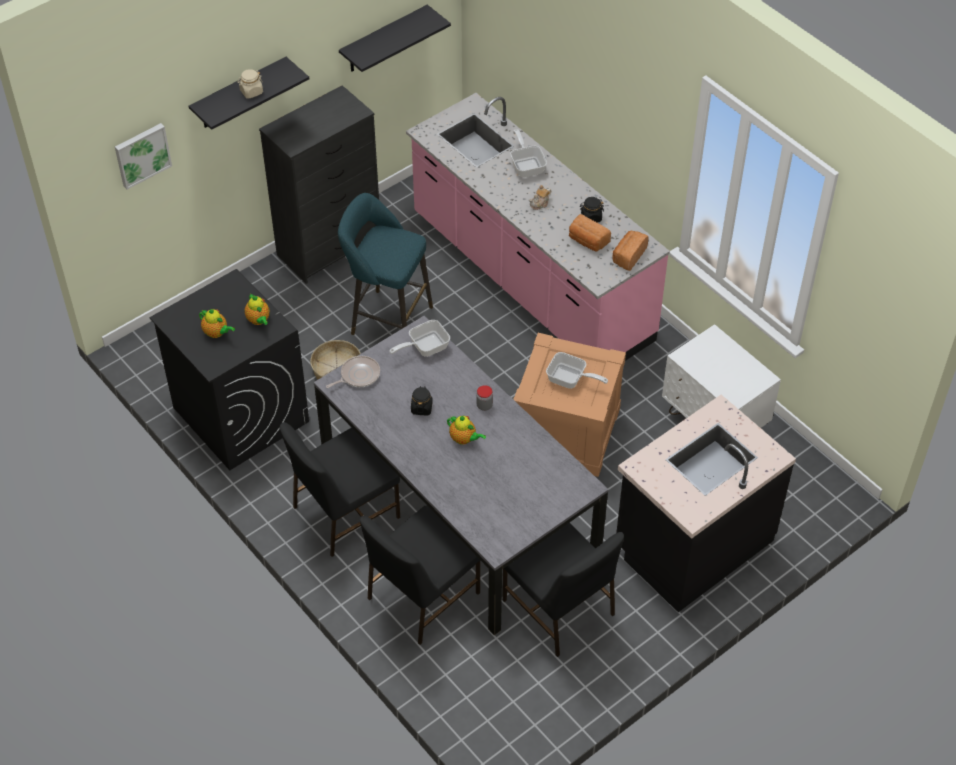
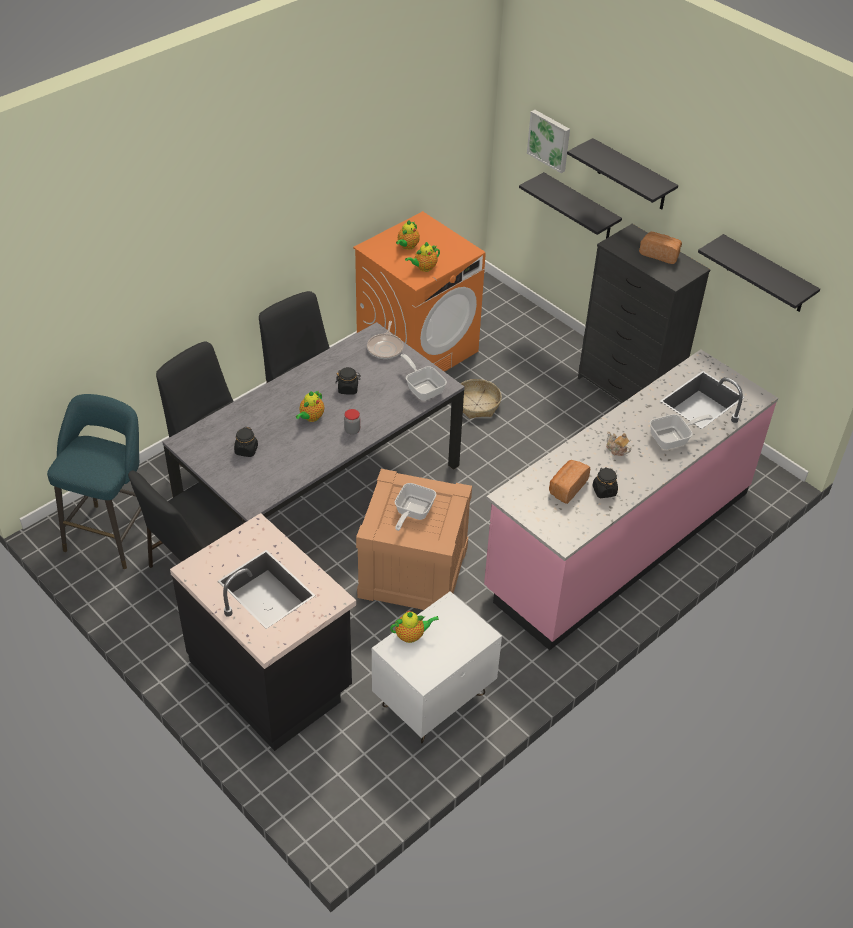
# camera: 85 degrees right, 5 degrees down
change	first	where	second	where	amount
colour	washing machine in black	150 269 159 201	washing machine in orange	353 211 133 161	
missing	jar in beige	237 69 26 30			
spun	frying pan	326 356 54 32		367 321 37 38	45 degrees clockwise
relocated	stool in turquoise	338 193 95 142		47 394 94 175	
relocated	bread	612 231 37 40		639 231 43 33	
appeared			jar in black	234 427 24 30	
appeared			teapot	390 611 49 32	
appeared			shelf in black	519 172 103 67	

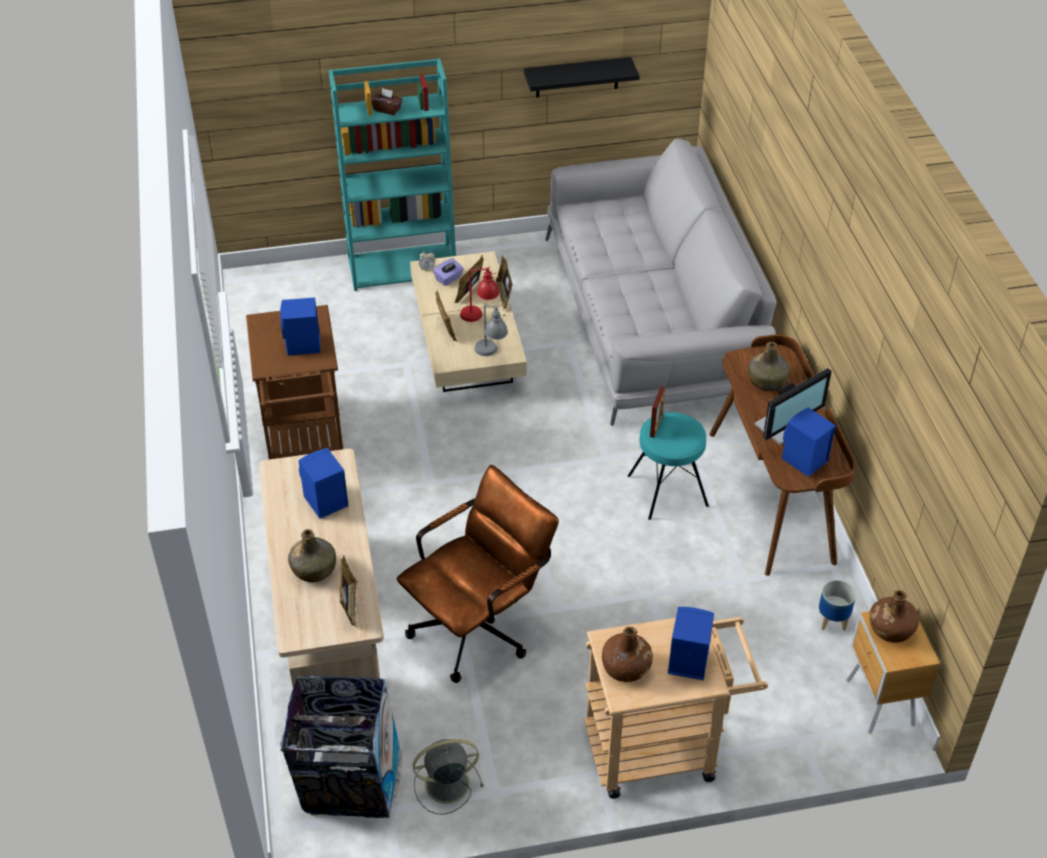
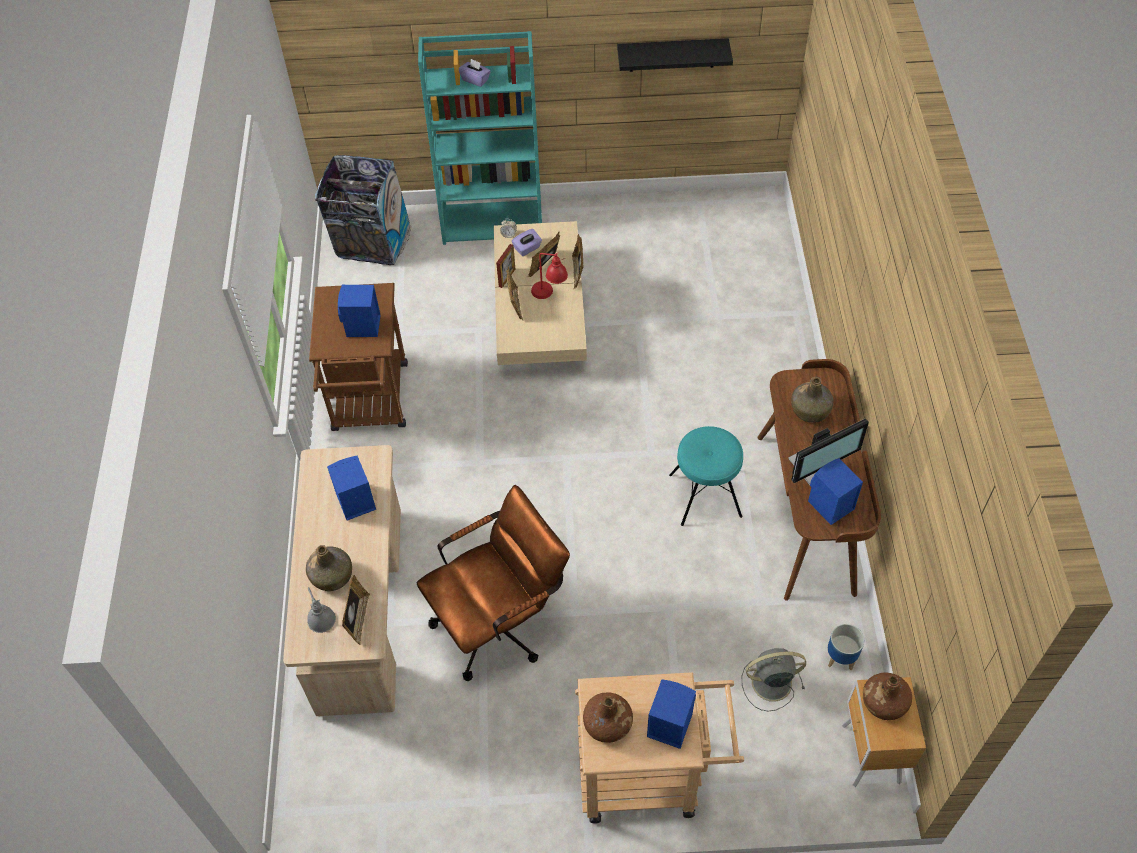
# camera: 10 degrees right, 10 degrees up
change	first	where	second	where	amount
relocated	trash can	280 676 122 142		315 155 97 110	
colour	tissue box in brown	371 88 32 27	tissue box in purple	459 59 32 28	
relocated	fan in grey	413 739 71 76		742 648 64 63	
relocated	table lamp in grey	474 304 34 52		307 587 29 46	
missing	sofa in grey	545 139 231 287			
relocated	picture frame	650 386 15 52		496 244 19 44	

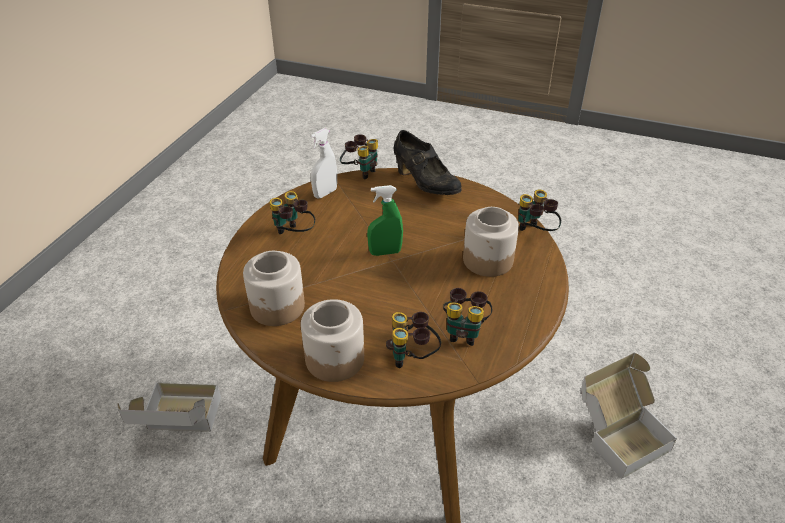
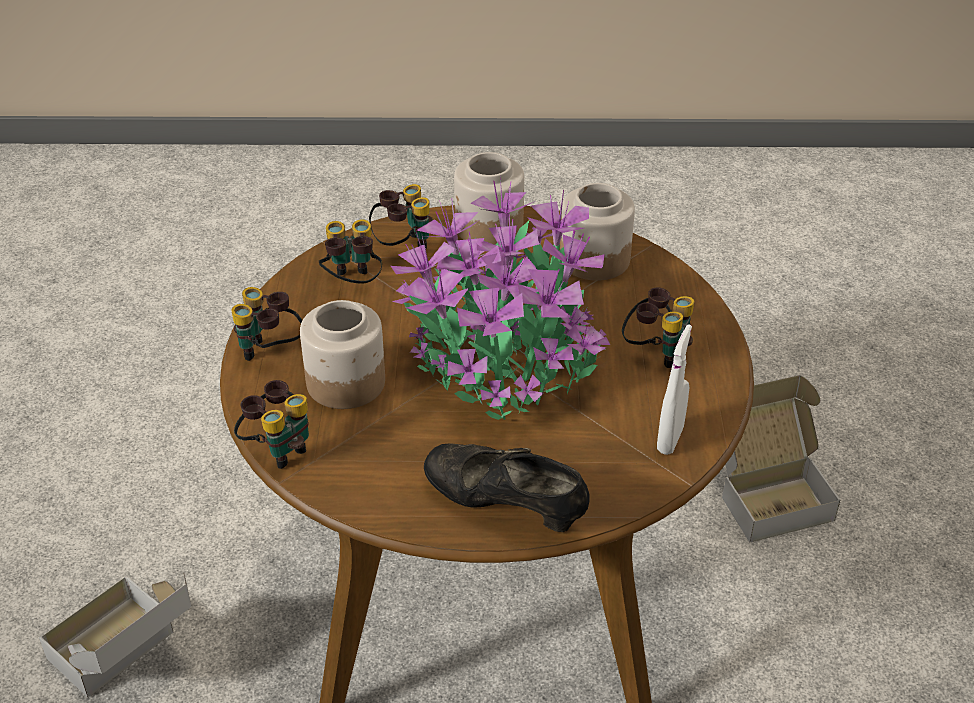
# camera: 160 degrees right, 0 degrees up
change	first	where	second	where	amount
relocated	binoculars	340 134 38 45		231 287 71 74	
exchanged	spray bottle in green	367 185 36 71	potted plant	391 177 219 243	

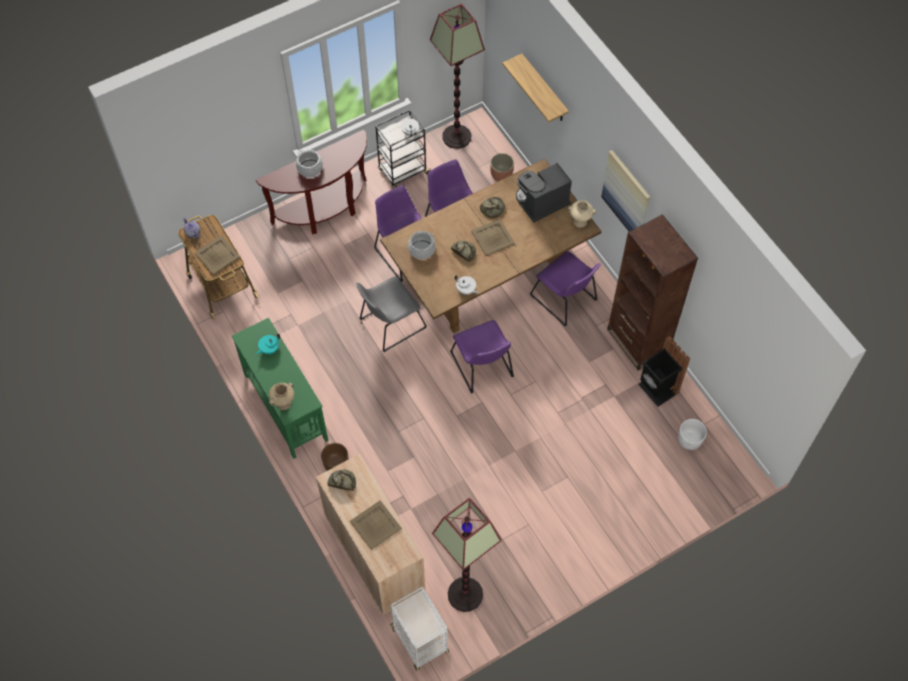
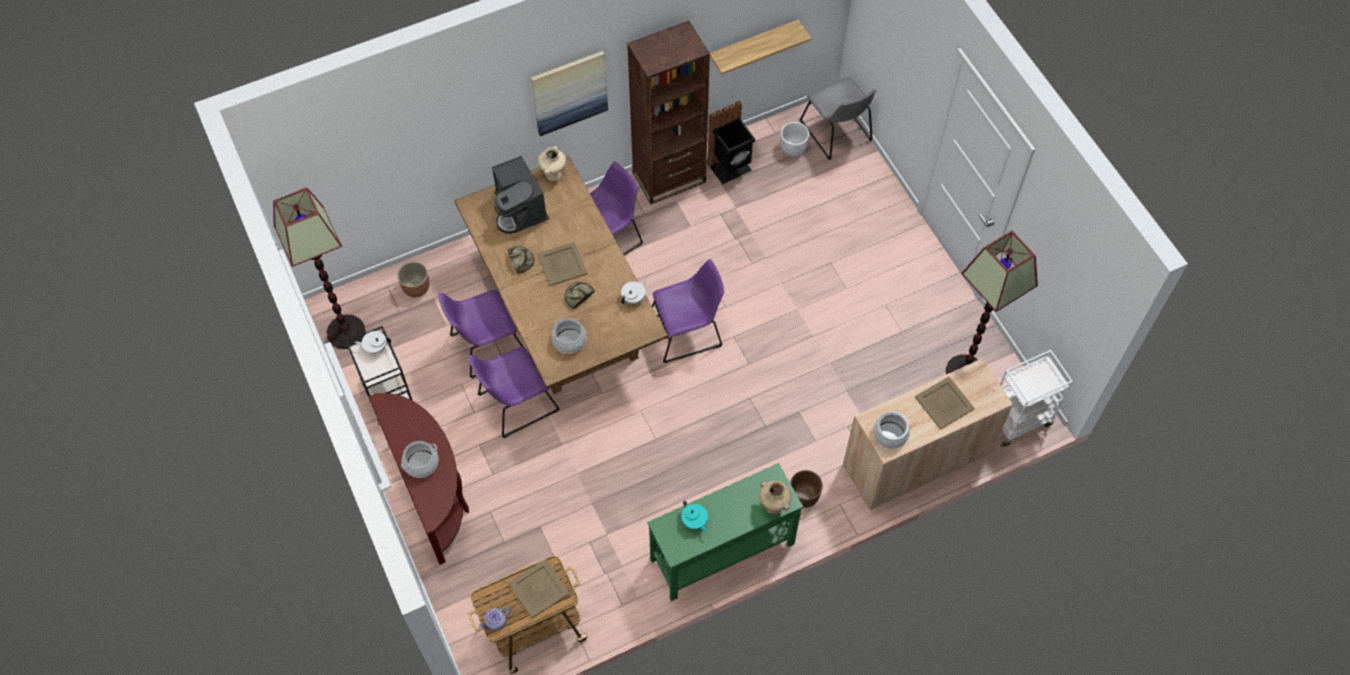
# camera: 85 degrees left, 0 degrees up
change	first	where	second	where	amount
exchanged	bread	328 469 28 22	cooking pot	873 410 37 39	
relocated	chair in grey	356 277 71 75		800 77 77 83	
relocated	shelf	502 54 67 68		710 19 101 55	

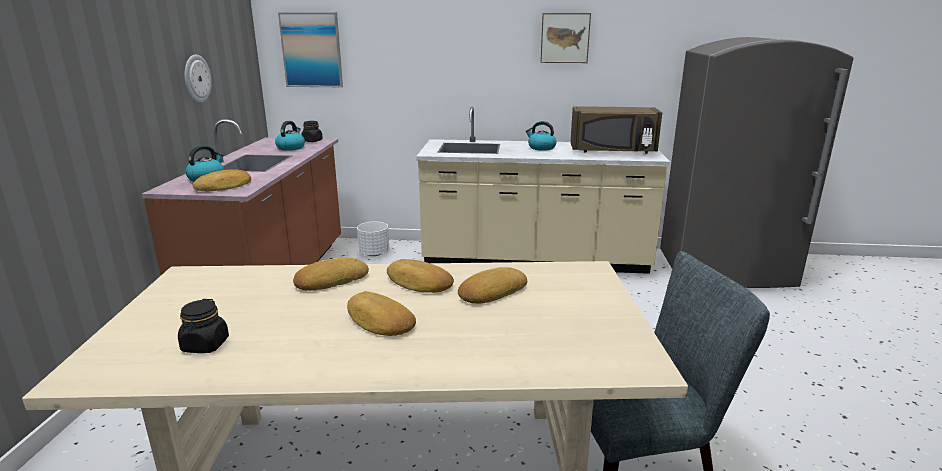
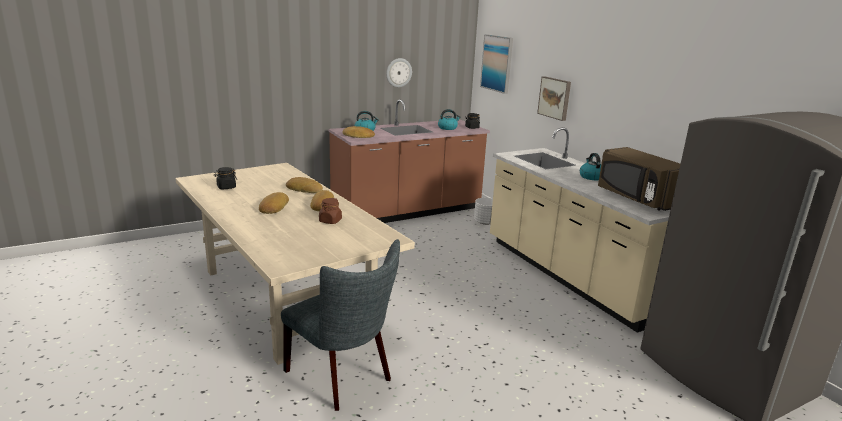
# camera: 55 degrees right, 0 degrees up
change	first	where	second	where	amount
exchanged	bread	458 267 69 37	jar in brown	319 198 23 26	
relocated	picture	540 13 51 50		537 76 34 45	

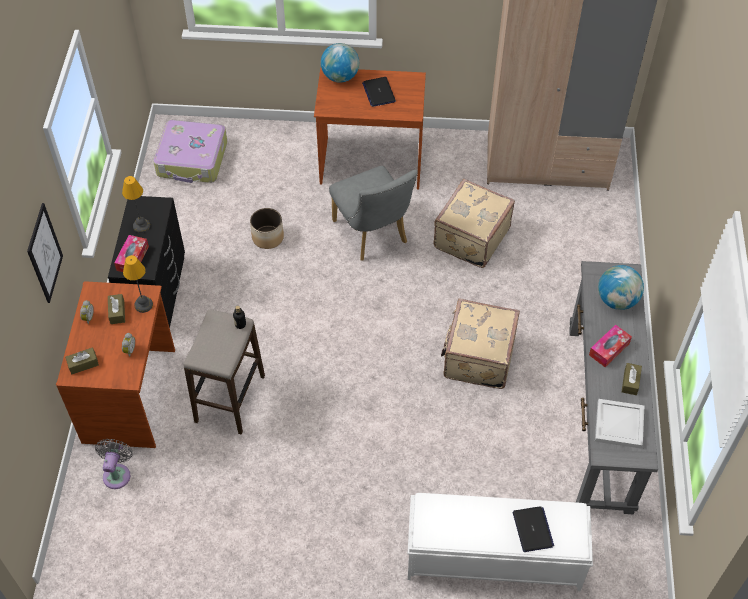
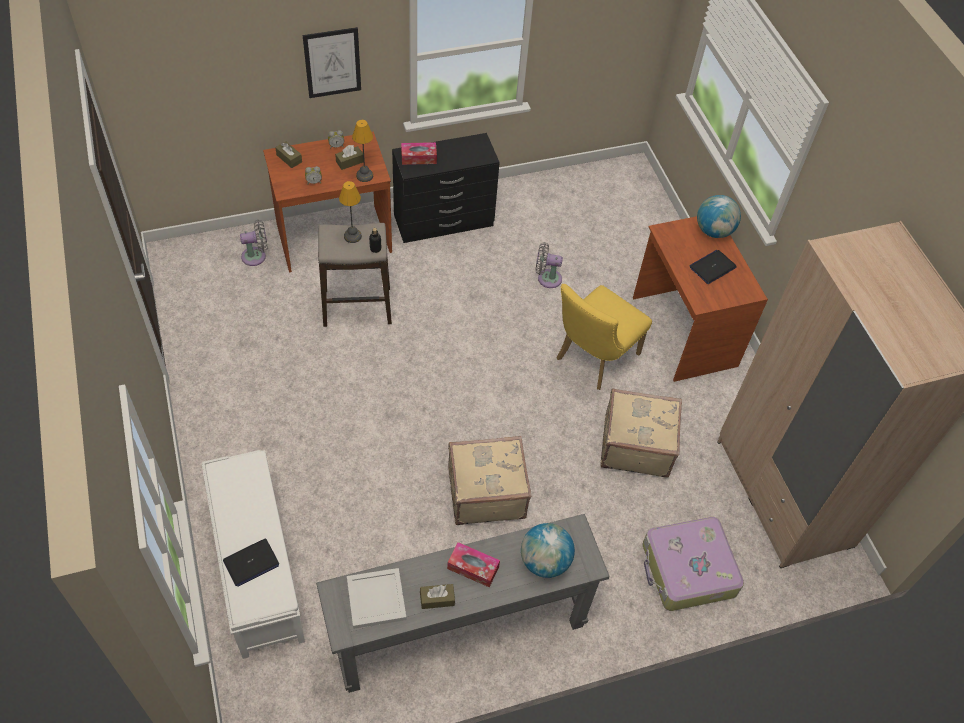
# camera: 65 degrees right, 0 degrees up
change	first	where	second	where	amount
relocated	table lamp	122 176 28 57		339 181 23 62	
relocated	suitcase	153 120 74 63		643 517 101 94	
exchanged	planter	250 208 34 41	fan in grey	536 242 27 46	
colour	chair in grey	329 166 89 95	chair in yellow	557 284 95 106	

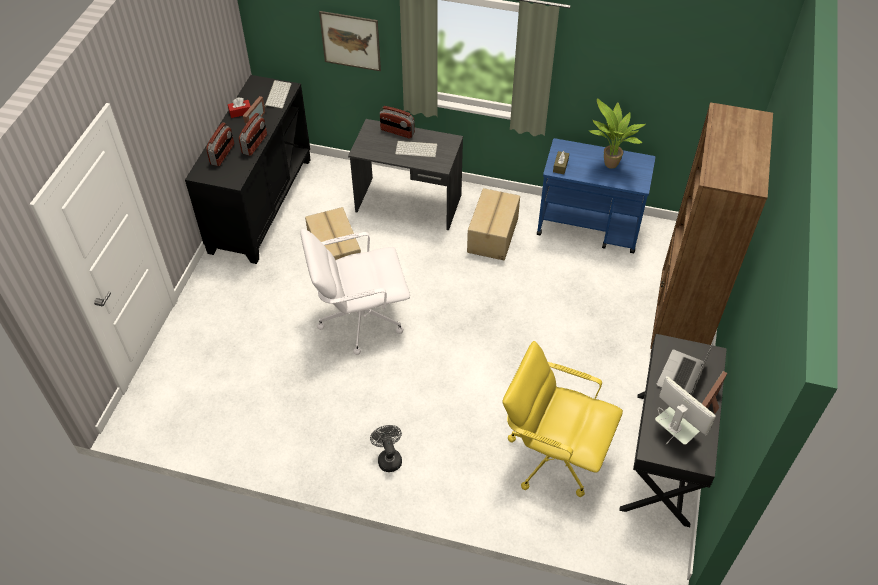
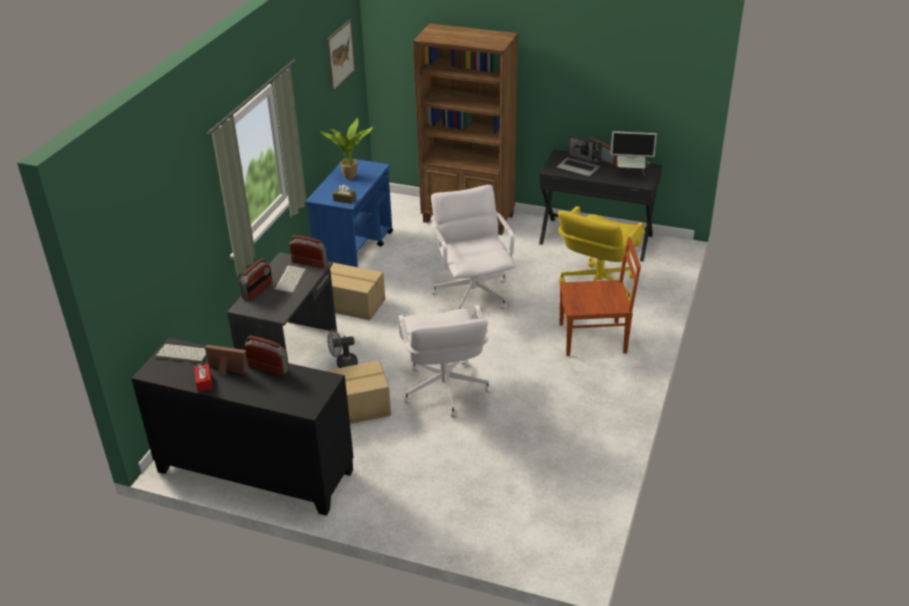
# camera: 85 degrees left, 15 degrees down
change	first	where	second	where	amount
relocated	radio	206 122 28 44		289 235 38 33	
relocated	picture	319 11 62 60		327 20 28 72	
relocated	fan in grey	370 425 32 47		327 329 31 39	
spun	monitor	655 376 61 69		611 131 46 45	135 degrees counterclockwise
appeared			office chair in white	431 185 85 124	
appeared			chair in brown	560 237 81 119	

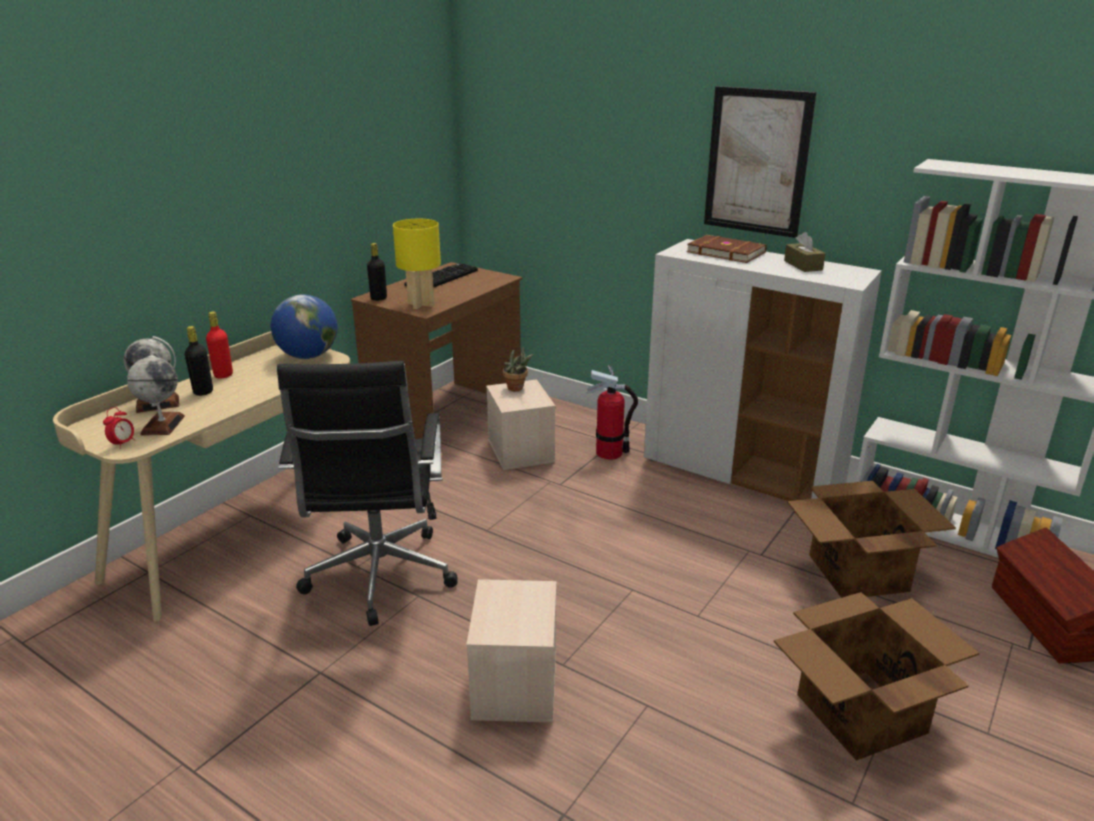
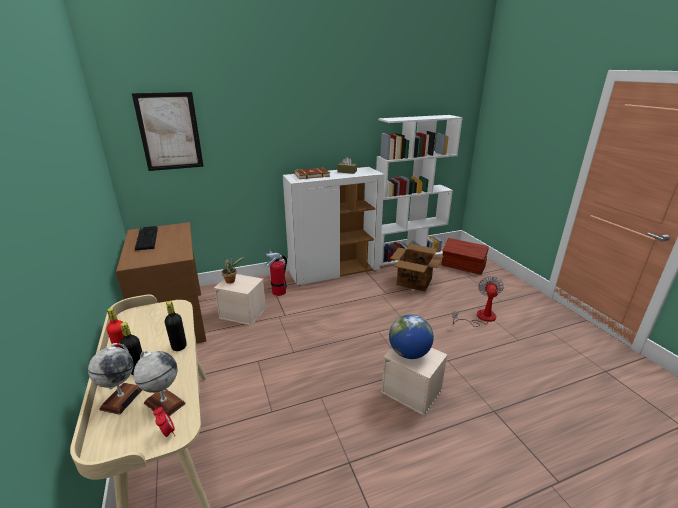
# camera: 55 degrees left, 0 degrees up
change	first	where	second	where	amount
relocated	globe	271 294 66 65		389 314 45 45	
missing	office chair in black	276 361 182 265			
relocated	bottle in black	367 243 20 58		165 301 22 50	
missing	table lamp in yellow	393 219 48 90			
relocated	picture	704 86 112 152		132 92 72 79	
exchanged	cardboard box	774 592 205 169	fan	452 276 52 51	

